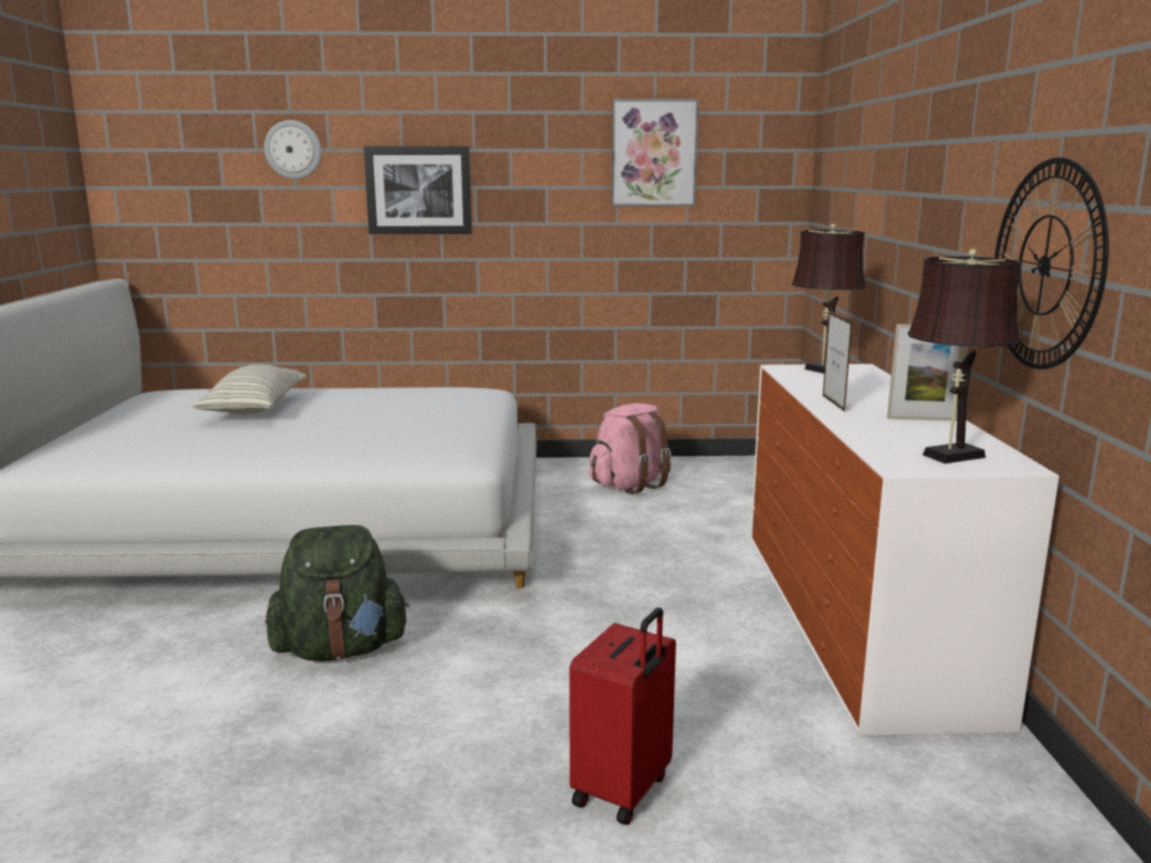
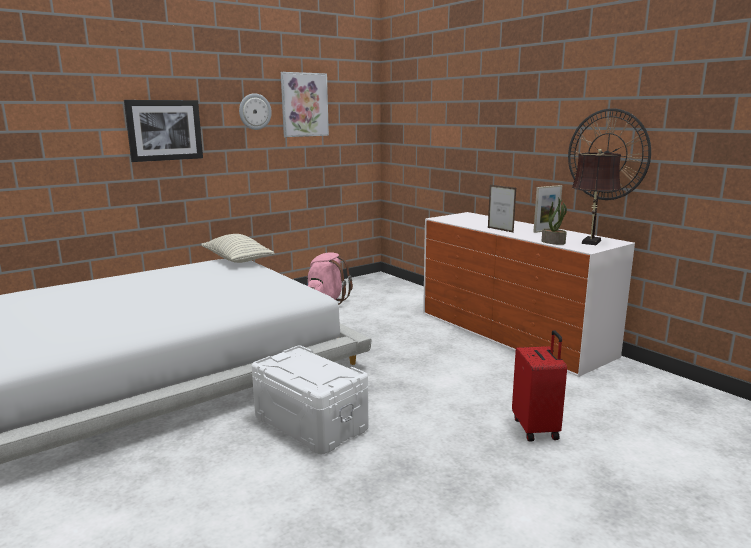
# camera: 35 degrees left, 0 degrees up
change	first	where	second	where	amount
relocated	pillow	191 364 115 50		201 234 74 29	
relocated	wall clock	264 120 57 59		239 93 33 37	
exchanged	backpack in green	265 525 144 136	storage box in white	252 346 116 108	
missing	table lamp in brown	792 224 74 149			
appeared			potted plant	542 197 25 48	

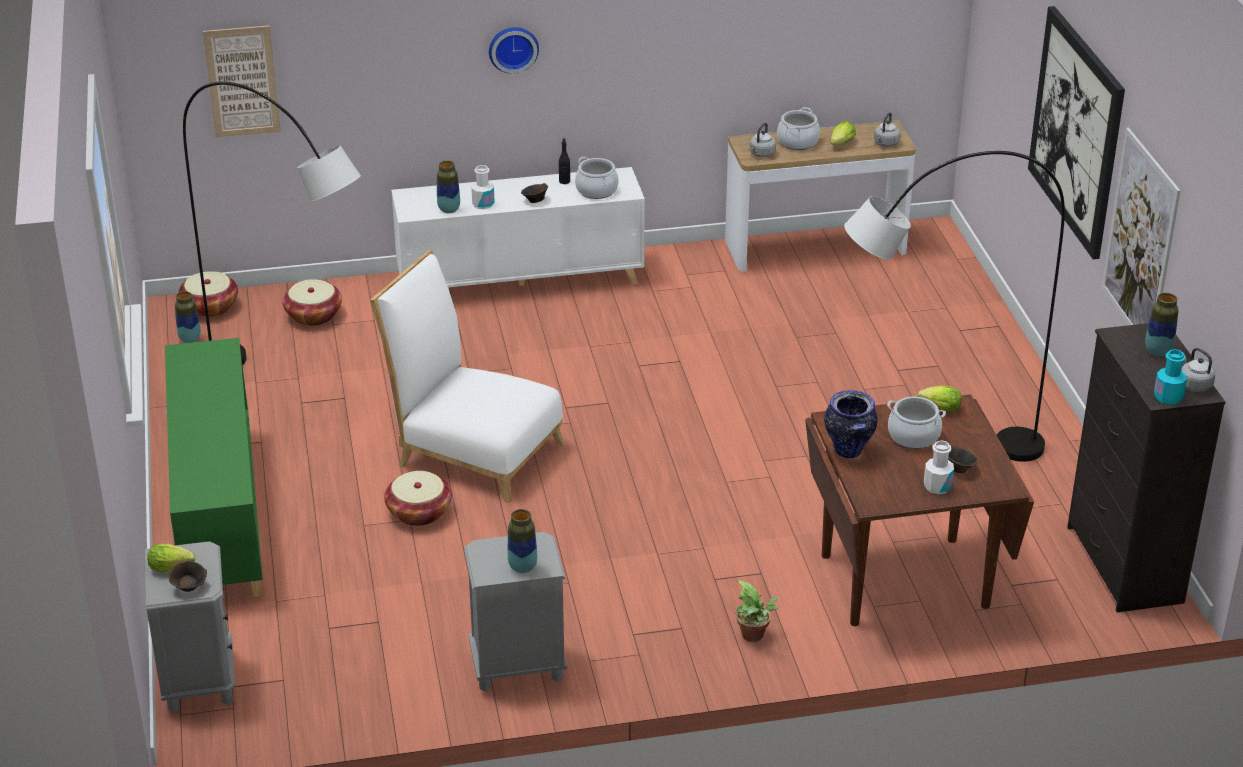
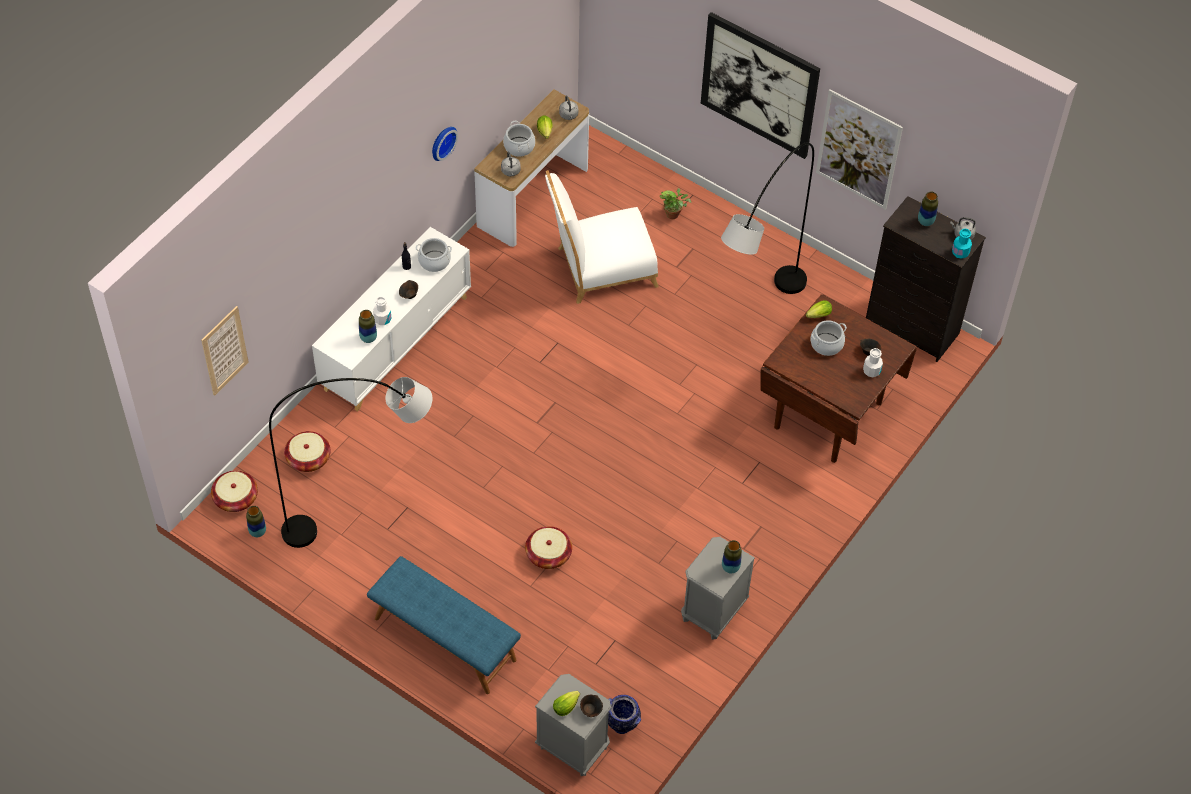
# camera: 45 degrees left, 20 degrees up
change	first	where	second	where	amount
exchanged	cabinet in green	165 338 98 259	bench in blue	367 556 154 138	
relocated	chair in white	370 249 195 254		545 170 114 134	
relocated	wall clock	489 27 50 47		432 127 26 34	
relocated	potted plant	735 580 44 62		660 188 31 31	
relocated	vase	824 390 54 68		608 695 33 39	

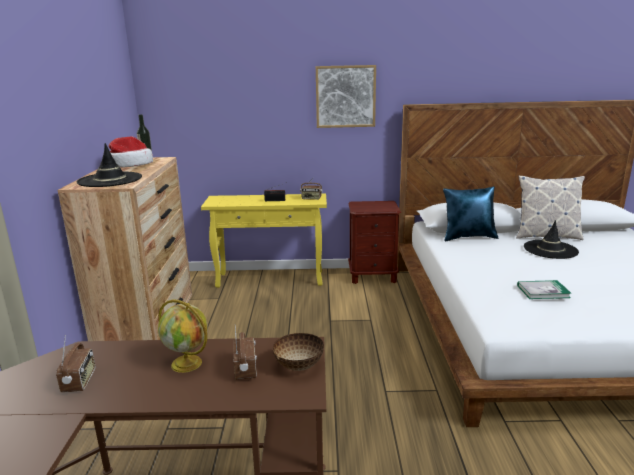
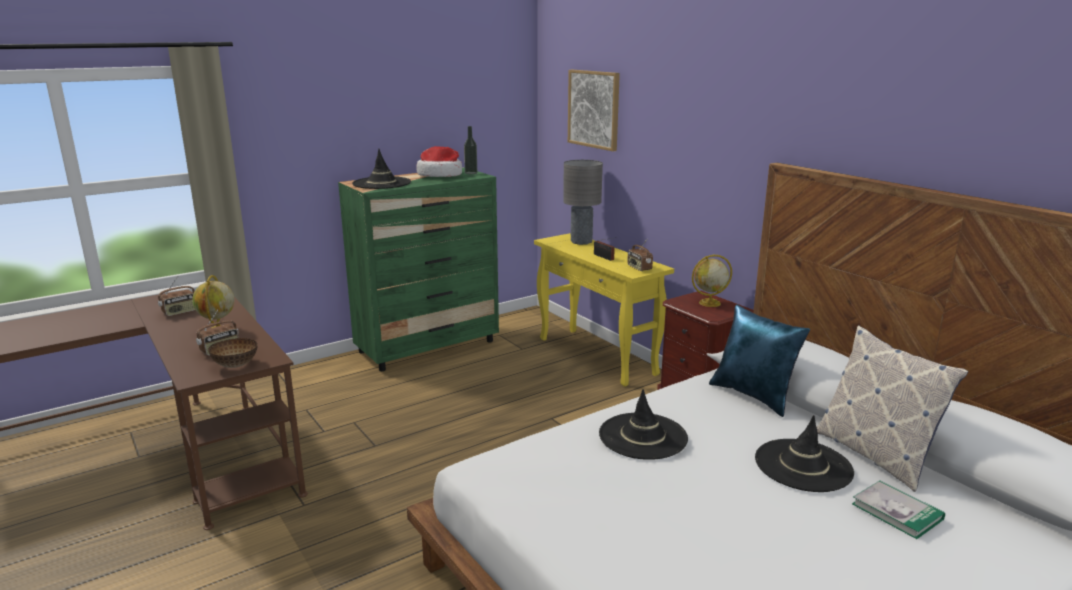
# camera: 55 degrees right, 0 degrees up
change	first	where	second	where	amount
colour	dresser in brown	58 157 134 184	dresser in green	338 167 161 204	
relocated	picture	316 65 60 63		568 70 52 81	
relocated	book	517 280 55 19		852 480 93 59	
appeared			table lamp in grey	563 160 40 85	
appeared			hat in black	599 389 89 71	
appeared			globe	692 255 40 52	

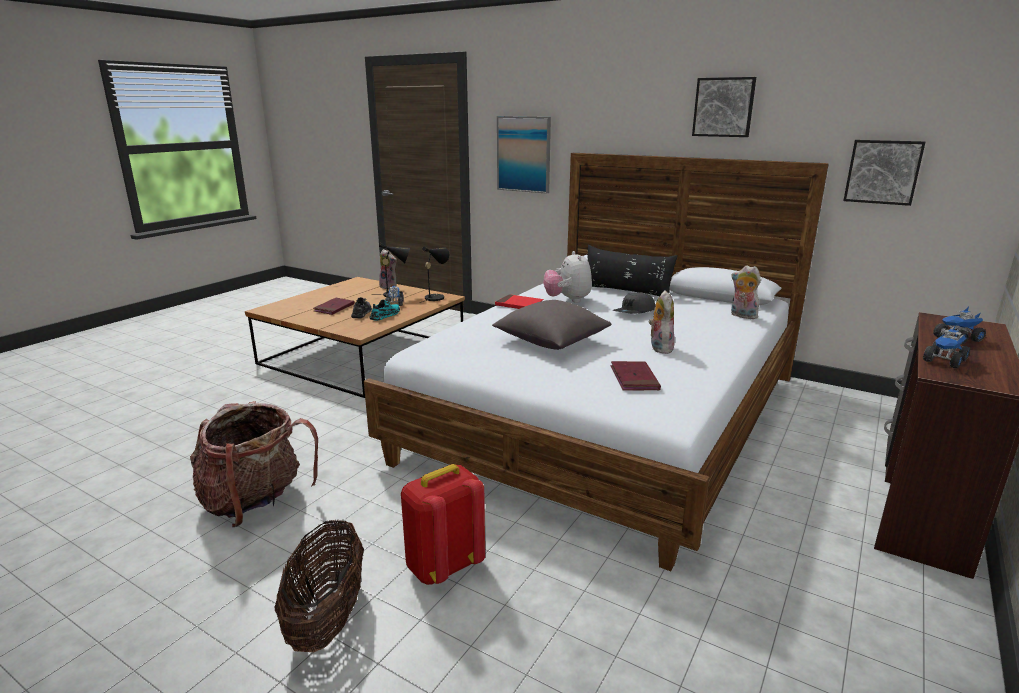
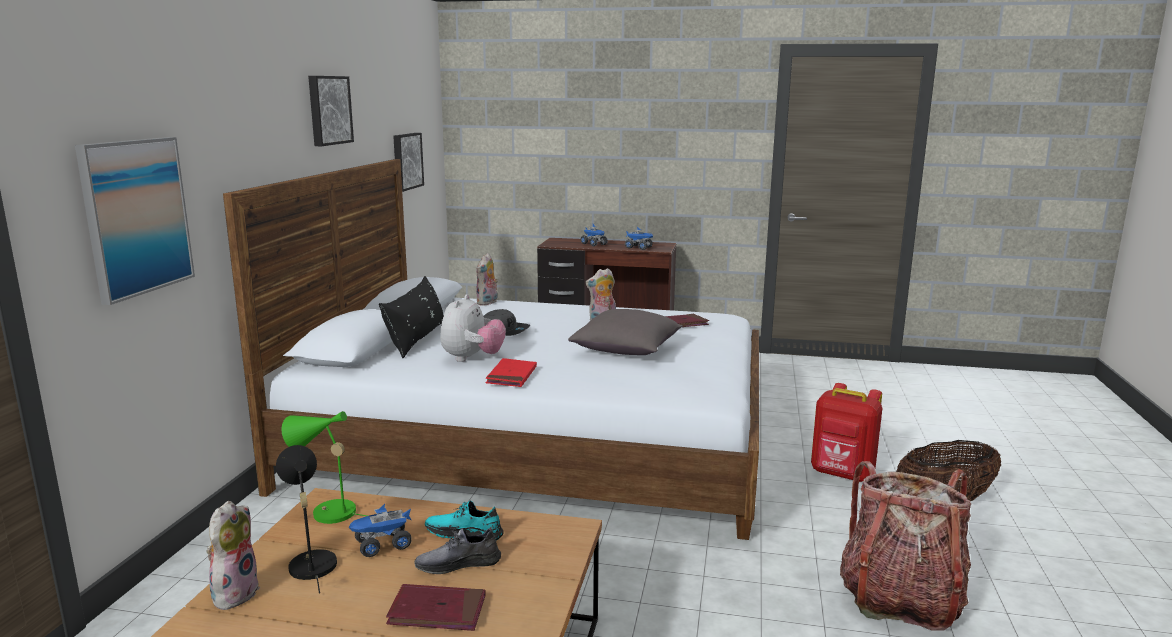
# camera: 110 degrees left, 5 degrees down
change	first	where	second	where	amount
colour	table lamp in black	420 247 29 56	table lamp in green	282 411 85 113	
spun	plush toy	543 251 49 52		440 294 66 68	45 degrees counterclockwise

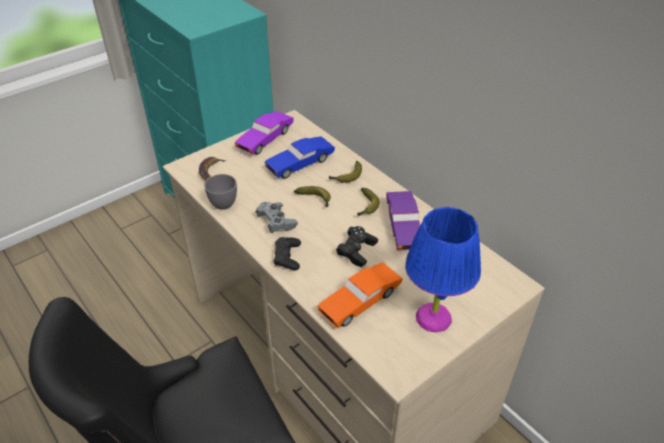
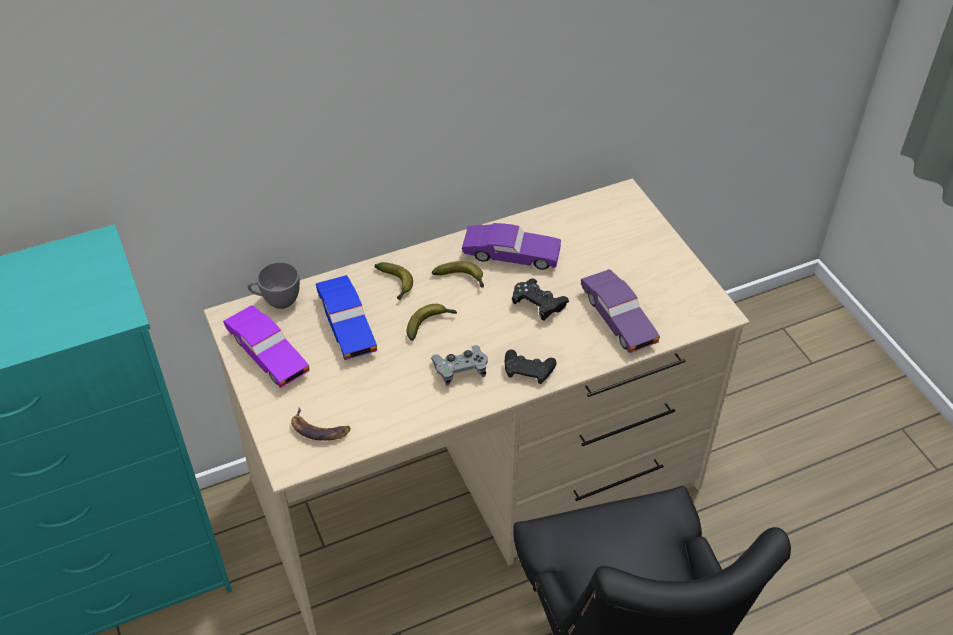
# camera: 75 degrees left, 5 degrees up
change	first	where	second	where	amount
relocated	cup in grey	204 174 33 36		248 262 52 47	
colour	toy car in orange	318 262 85 66	toy car in purple	581 269 79 84	
missing	table lamp in blue	405 207 76 126			

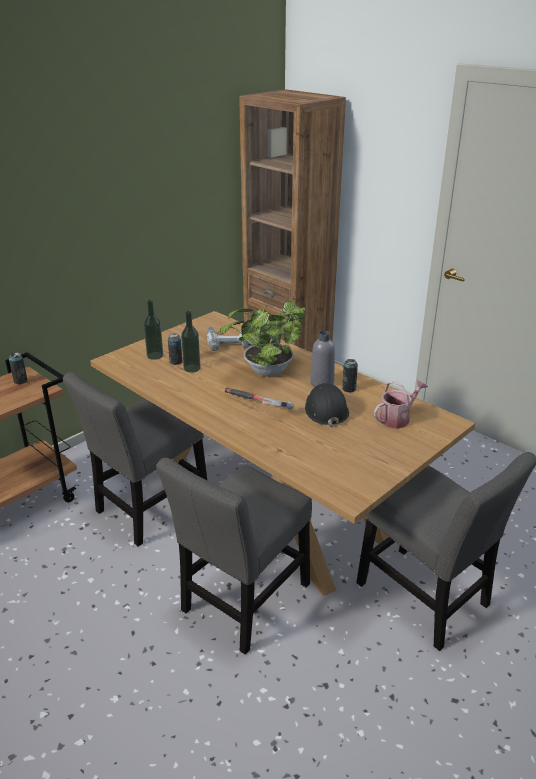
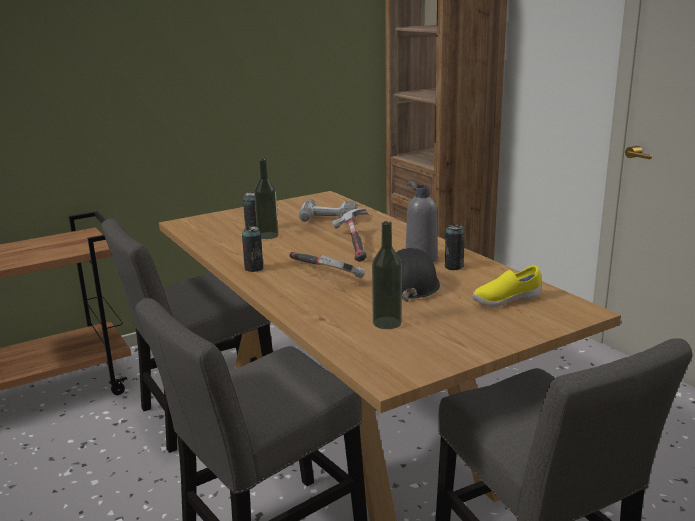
# camera: 15 degrees right, 10 degrees down
change	first	where	second	where	amount
relocated	can	9 352 18 32		242 226 21 46	
relocated	bottle	144 300 19 60		372 221 30 108	
exchanged	potted plant	219 301 87 76	hammer	332 208 37 54	
exchanged	watering can	374 379 54 50	shoe in yellow	472 265 70 42	

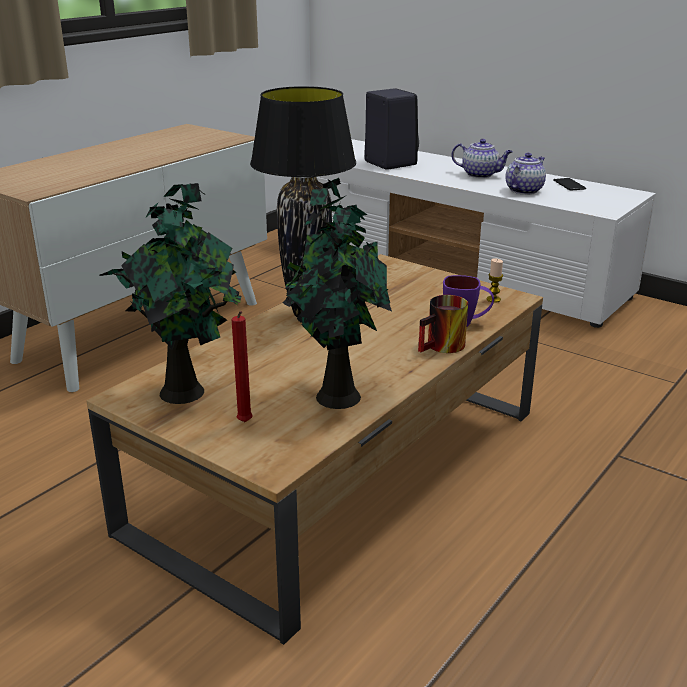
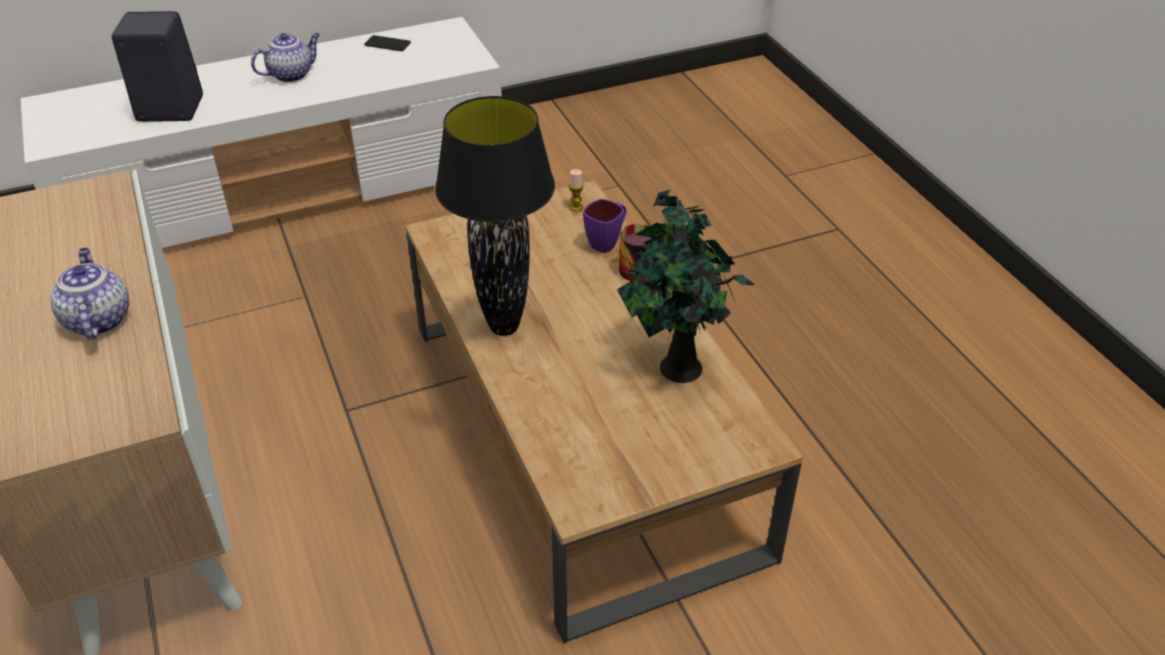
# camera: 60 degrees left, 15 degrees up
change	first	where	second	where	amount
missing	potted plant	99 183 142 221			
missing	candle in red	232 311 21 111			
relocated	teapot	505 153 41 42		51 248 78 92	

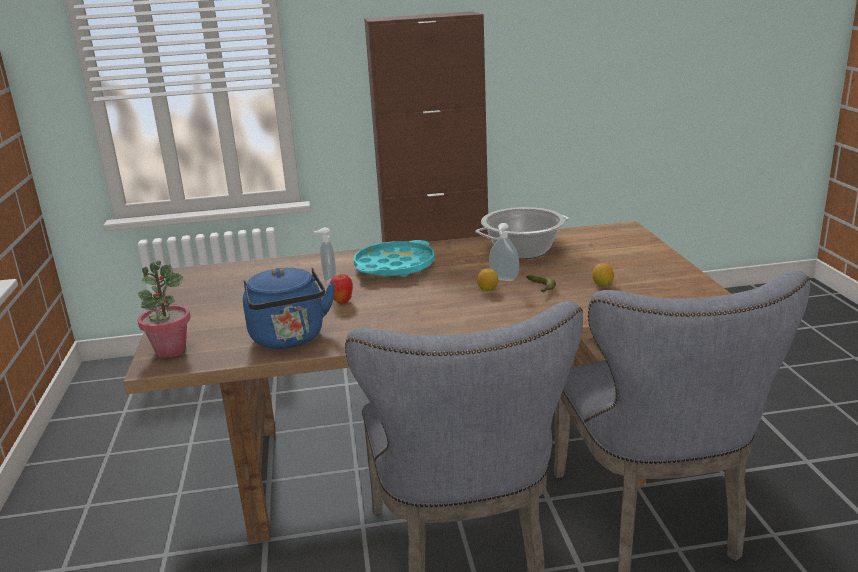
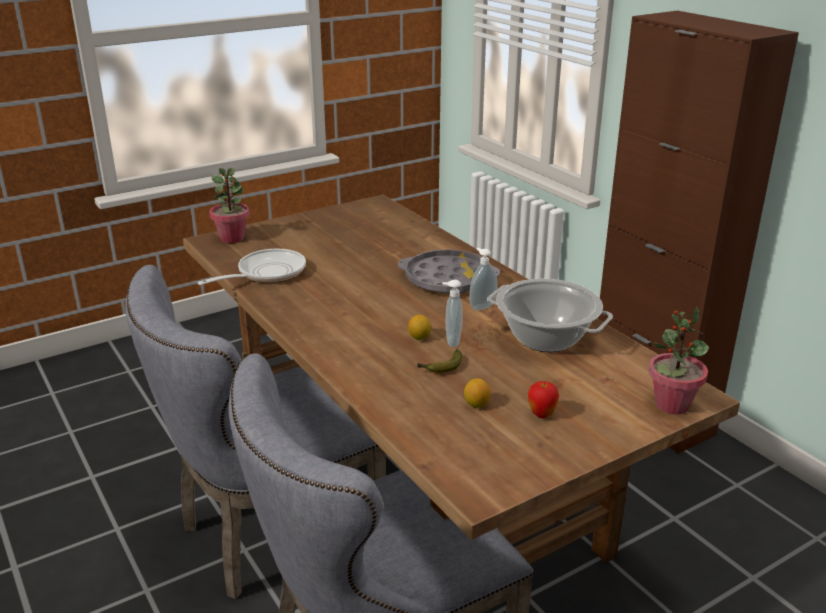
# camera: 65 degrees right, 5 degrees up
change	first	where	second	where	amount
exchanged	kettle in blue	243 267 92 82	frying pan	198 249 108 36	
relocated	soap dispenser	314 228 22 58		469 248 28 63	
relocated	apple	330 274 23 30		528 381 31 37	
colour	tray in turquoise	354 240 81 37	tray in grey	398 249 102 45	
appeared			potted plant	649 307 60 107	

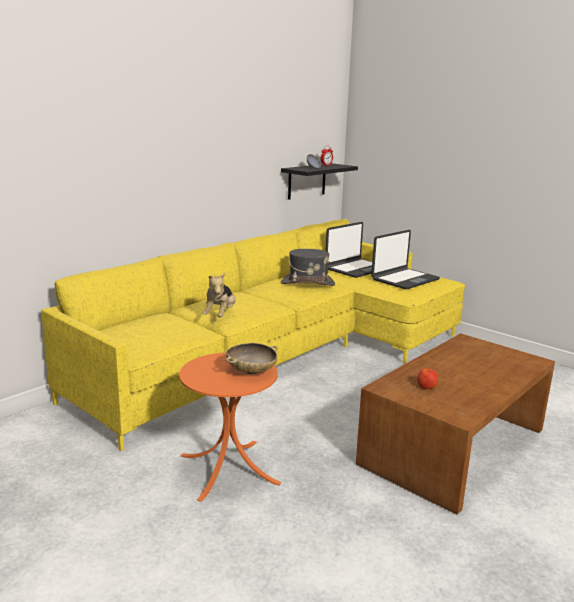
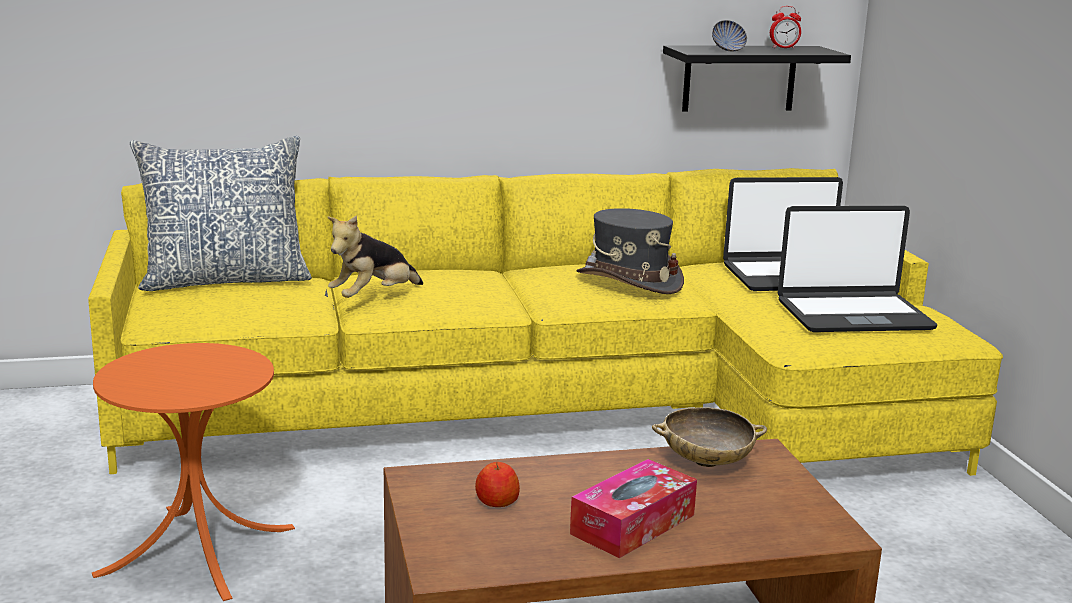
# camera: 35 degrees right, 0 degrees up
change	first	where	second	where	amount
relocated	bowl in beige	225 343 53 31		652 407 115 60	
appeared			pillow	130 136 182 155	
appeared			tissue box	570 459 127 99	

